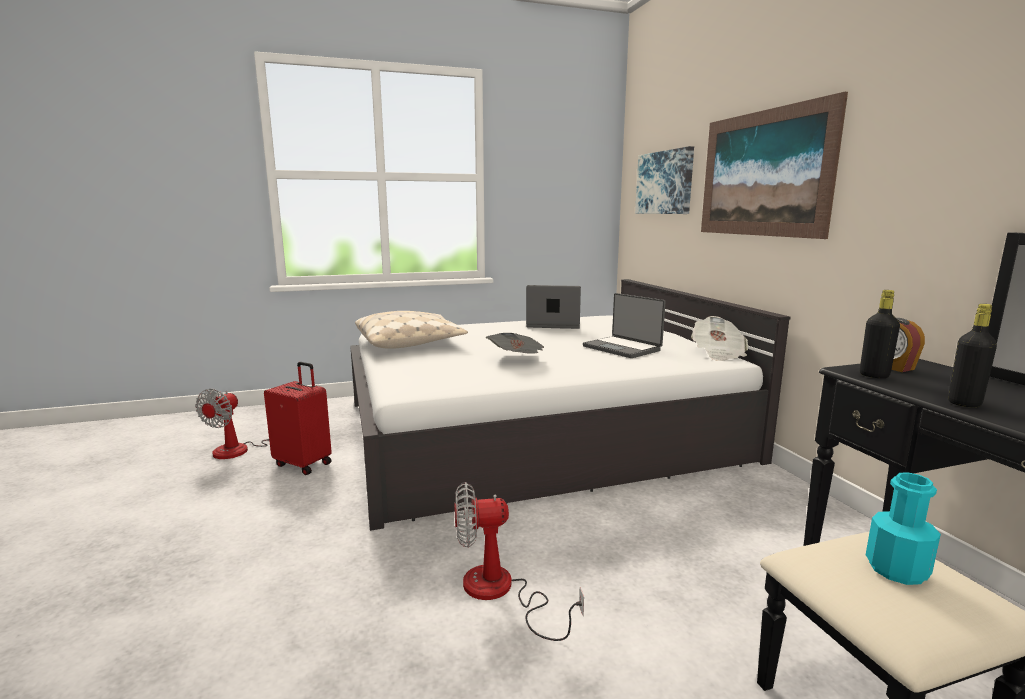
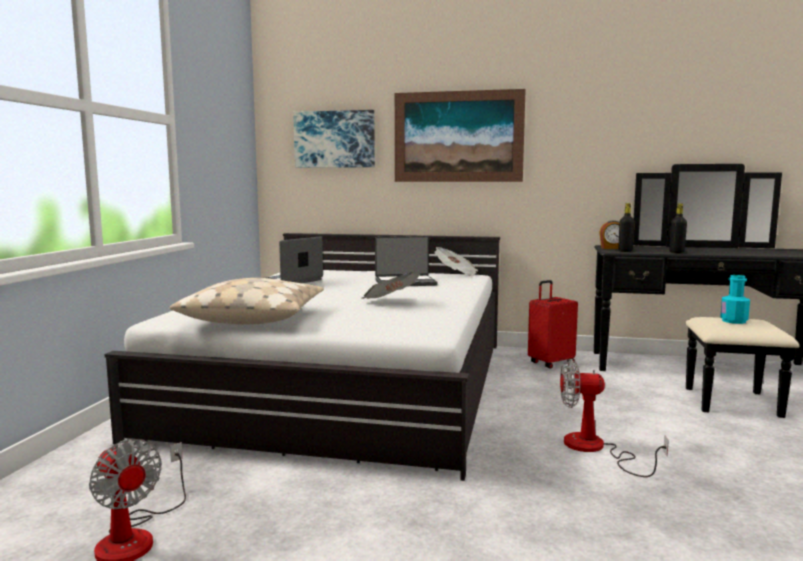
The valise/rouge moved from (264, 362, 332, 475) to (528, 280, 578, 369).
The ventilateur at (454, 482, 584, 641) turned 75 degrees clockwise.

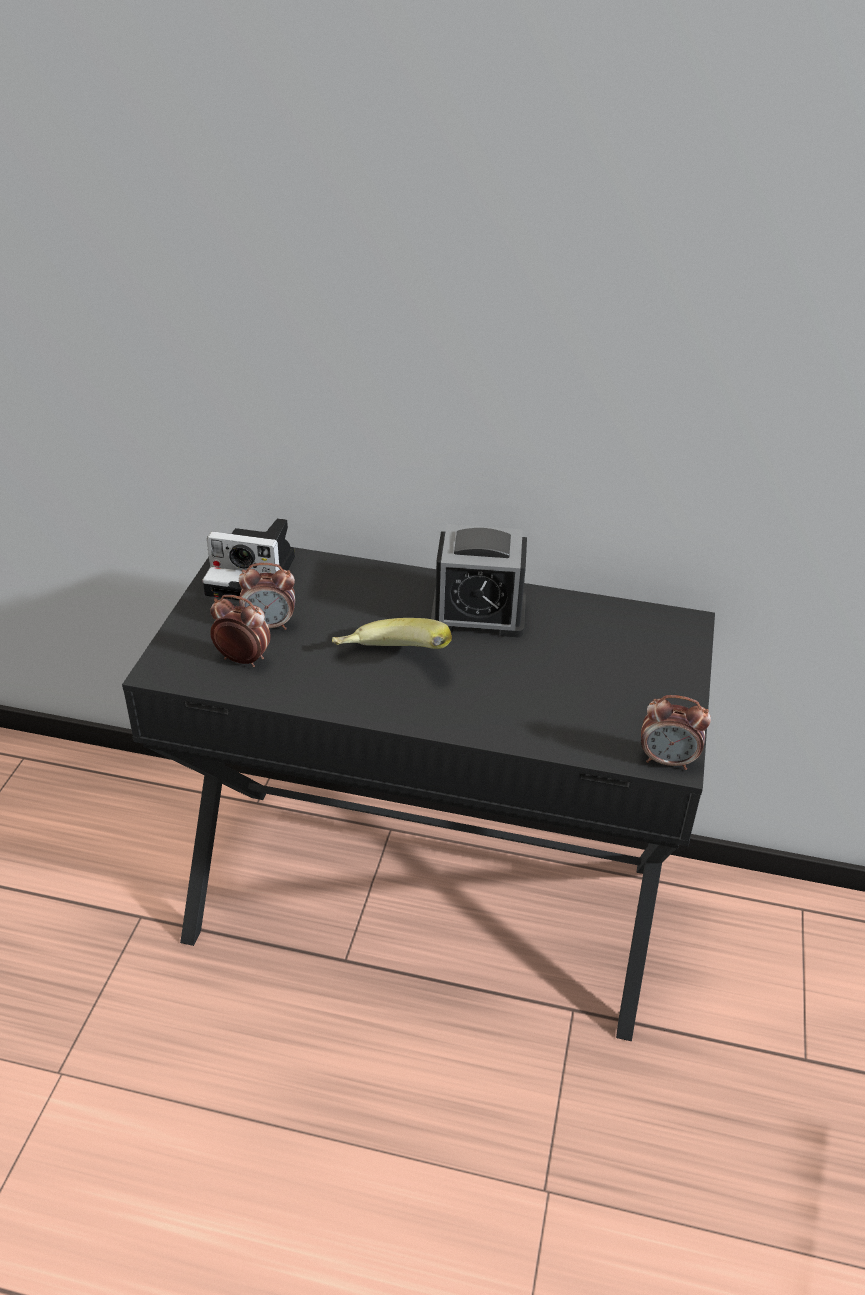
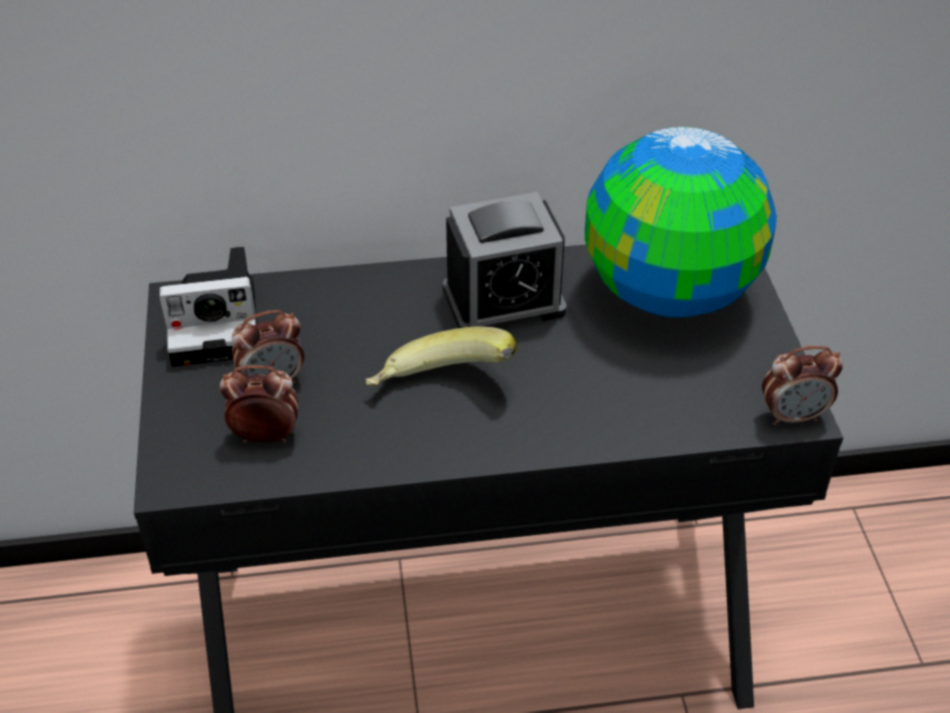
The globe at (585, 127, 777, 318) appeared.

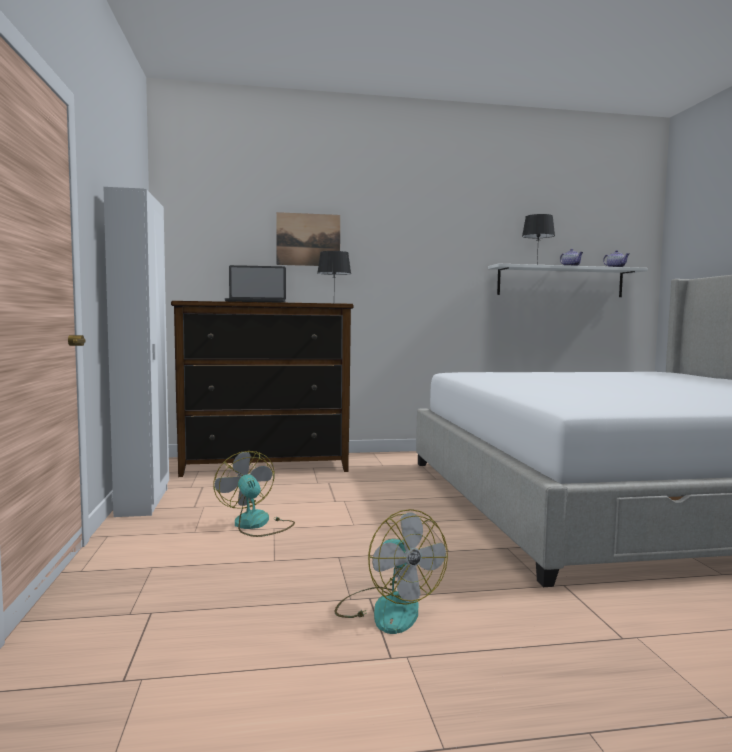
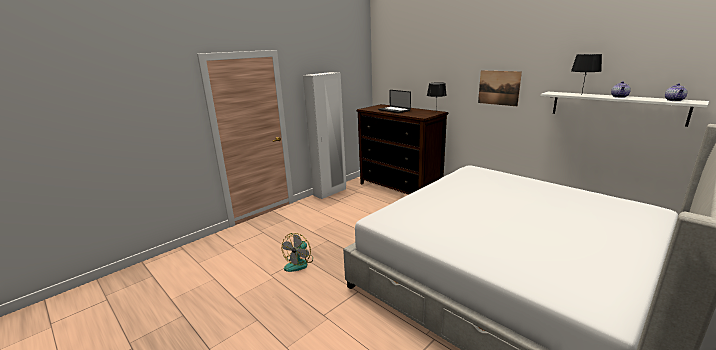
The tableau moved from (276, 212, 340, 266) to (478, 70, 522, 106).
The ventilateur at (214, 451, 295, 537) disappeared.

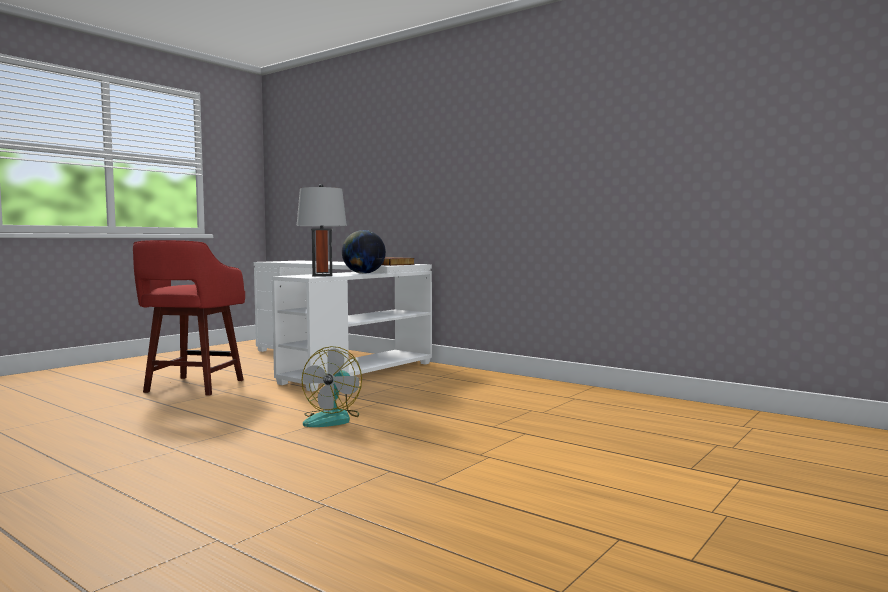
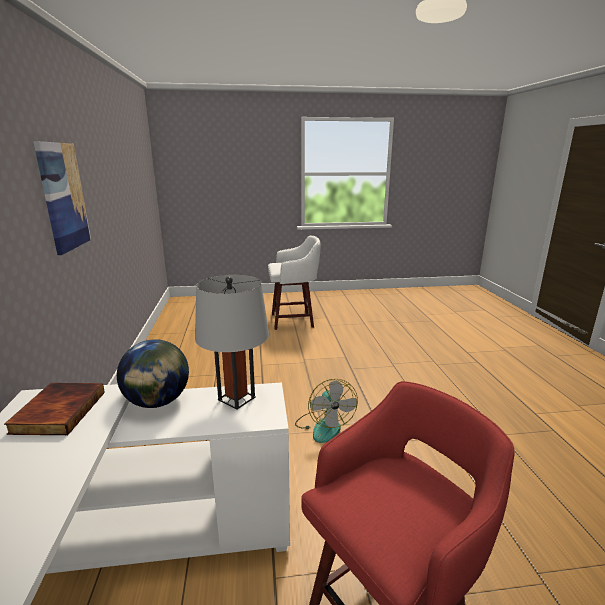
The tableau at (33, 141, 91, 255) appeared.
The tabouret/blanc at (268, 236, 321, 330) appeared.
The ventilateur at (301, 346, 362, 427) turned 105 degrees clockwise.

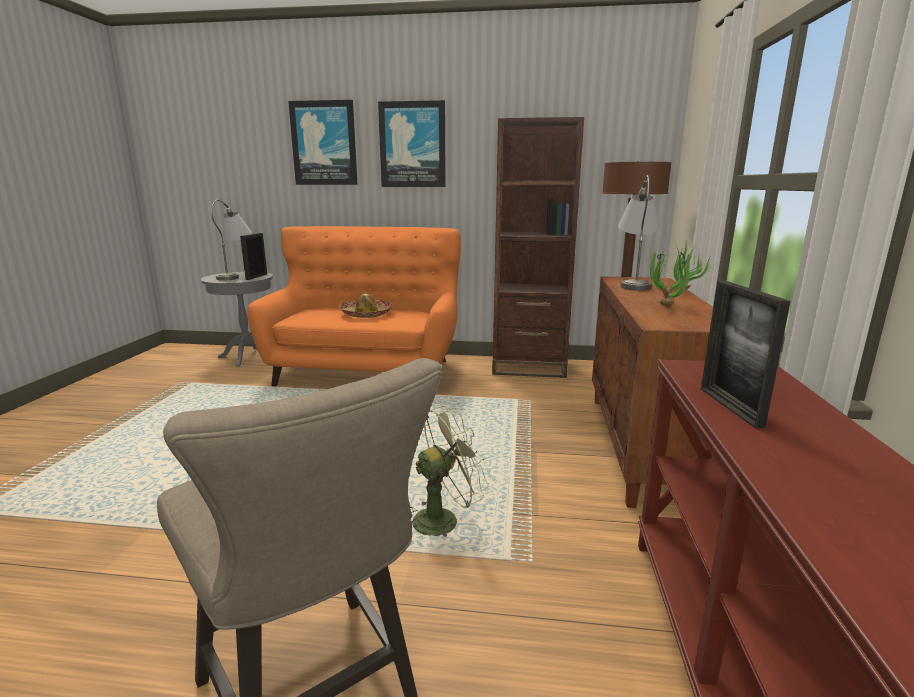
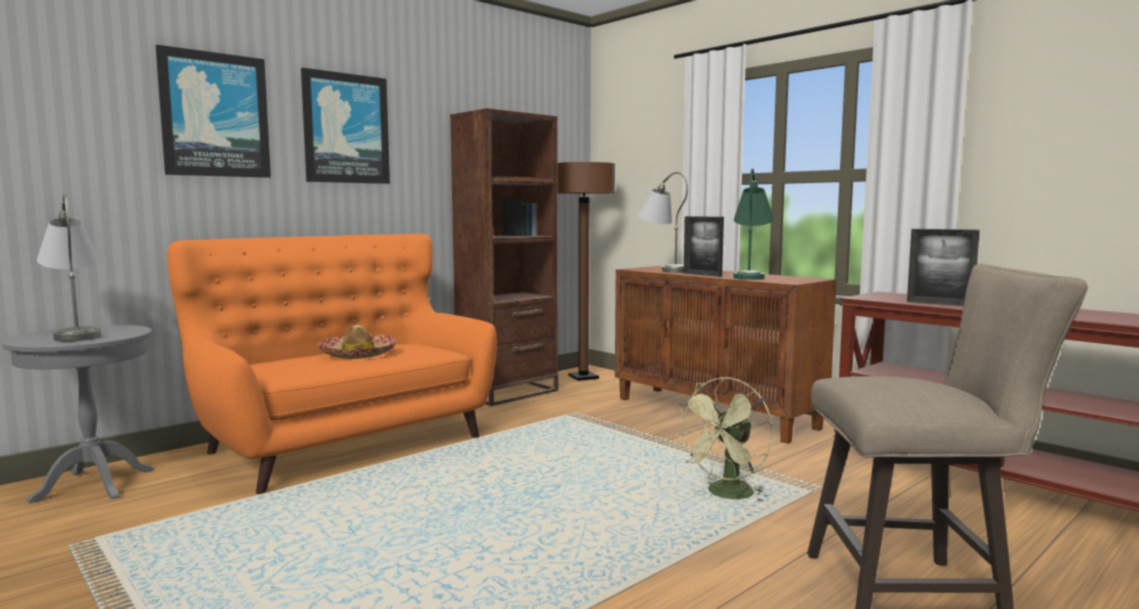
The ventilateur/vert at (411, 406, 489, 537) turned 150 degrees counterclockwise.
The cadre photo moved from (240, 233, 267, 280) to (684, 216, 724, 277).
The plante en pot at (650, 239, 713, 306) was replaced by the lampe de table/vert at (733, 168, 774, 280).

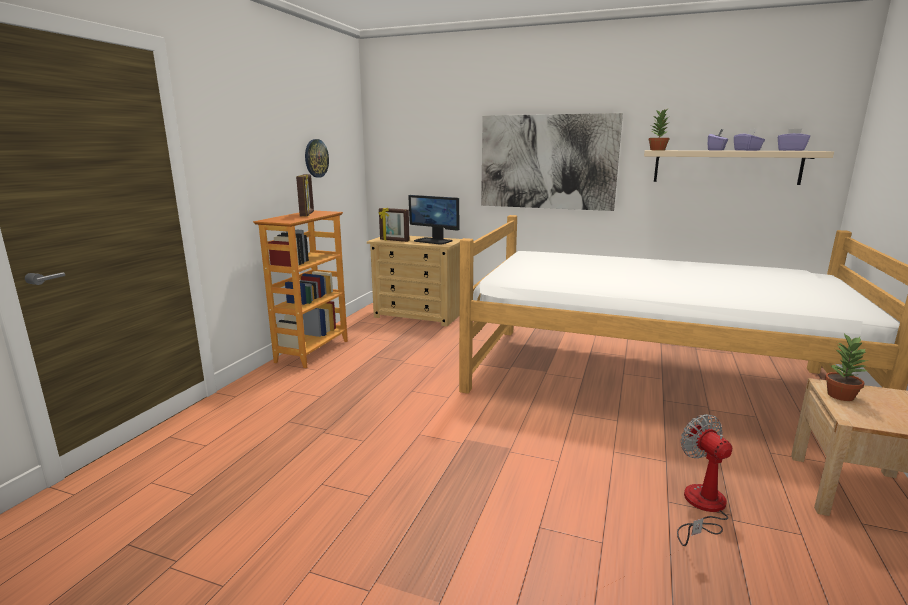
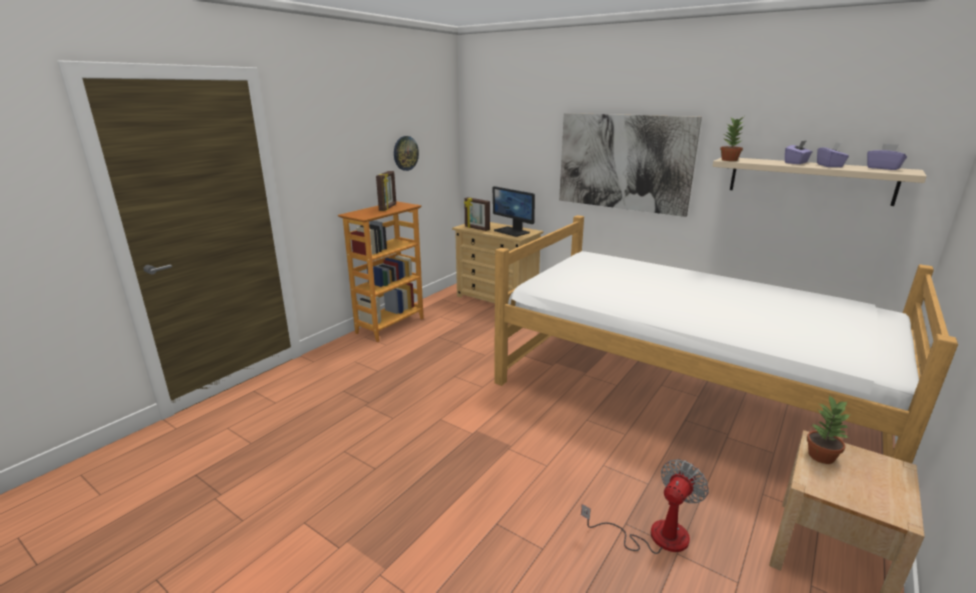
The ventilateur at (677, 414, 732, 546) turned 45 degrees clockwise.

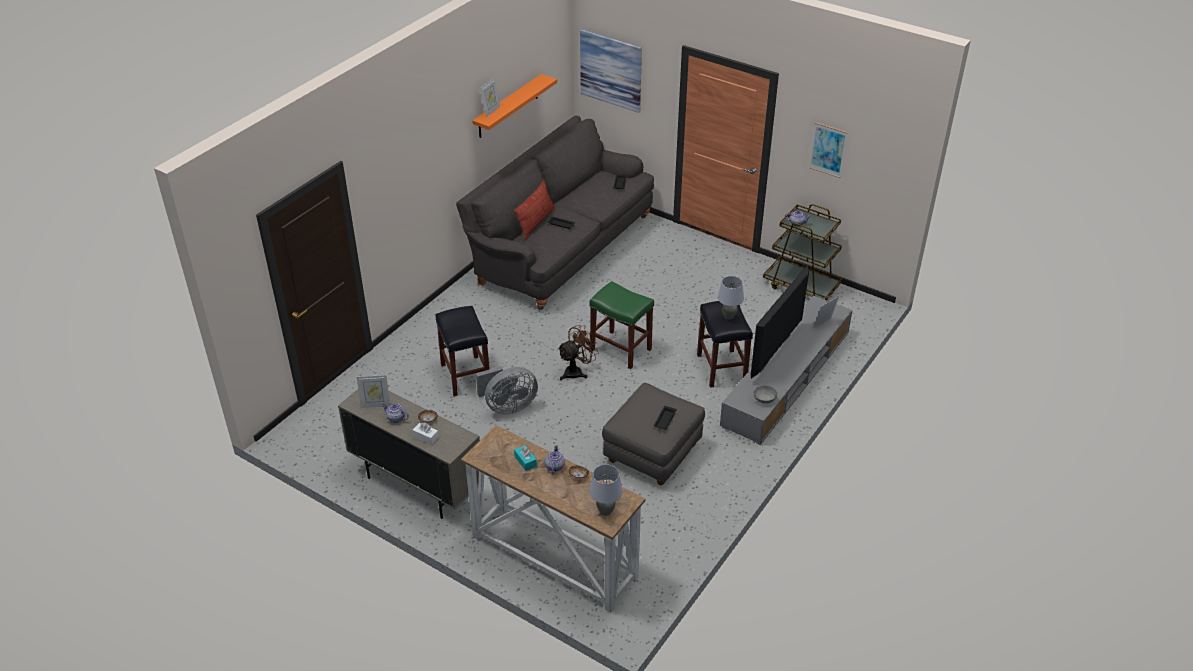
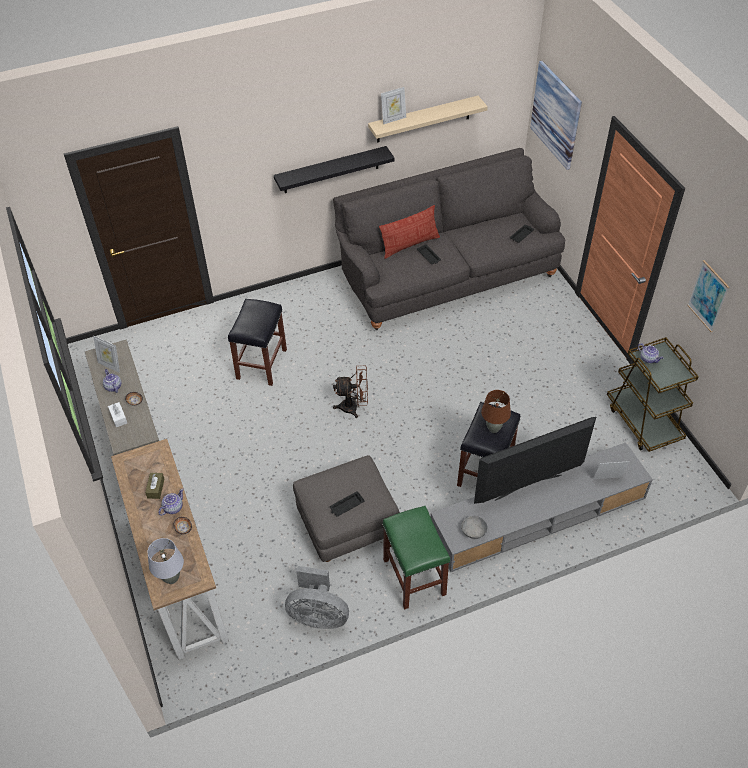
The boîte à mouchoirs/turquoise at (514, 445, 537, 471) became the boîte à mouchoirs/marron at (145, 473, 164, 499).
The étagère/noir at (274, 146, 395, 193) appeared.
The ventilateur/gris moved from (476, 366, 538, 414) to (285, 566, 349, 629).
The étagère/orange at (472, 74, 557, 138) became the étagère/beige at (368, 96, 488, 143).
The tabouret/vert moved from (589, 281, 654, 369) to (382, 506, 450, 610).
The lampe de table/gris at (718, 276, 744, 319) became the lampe de table/marron at (481, 390, 511, 433).

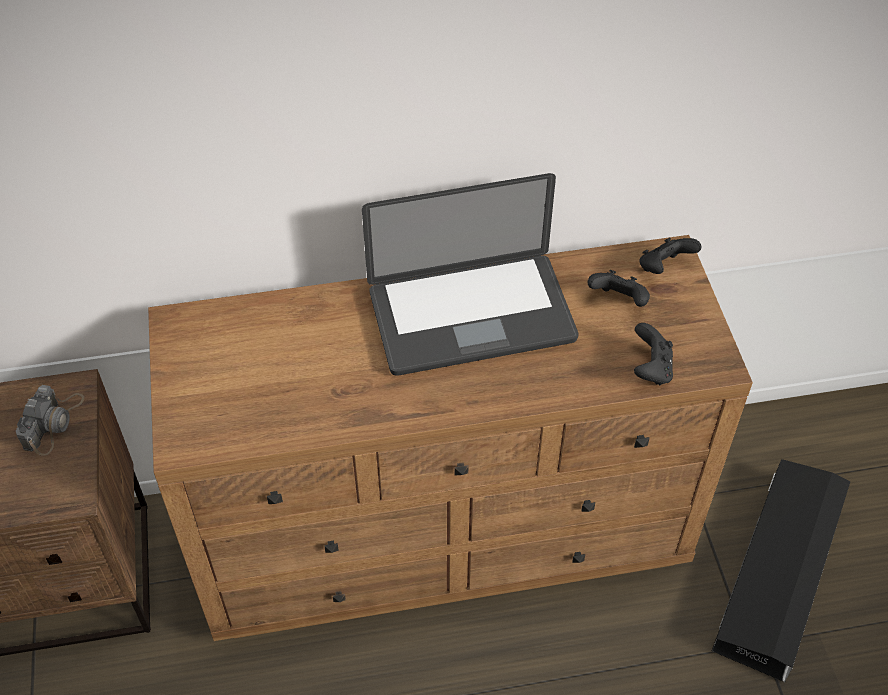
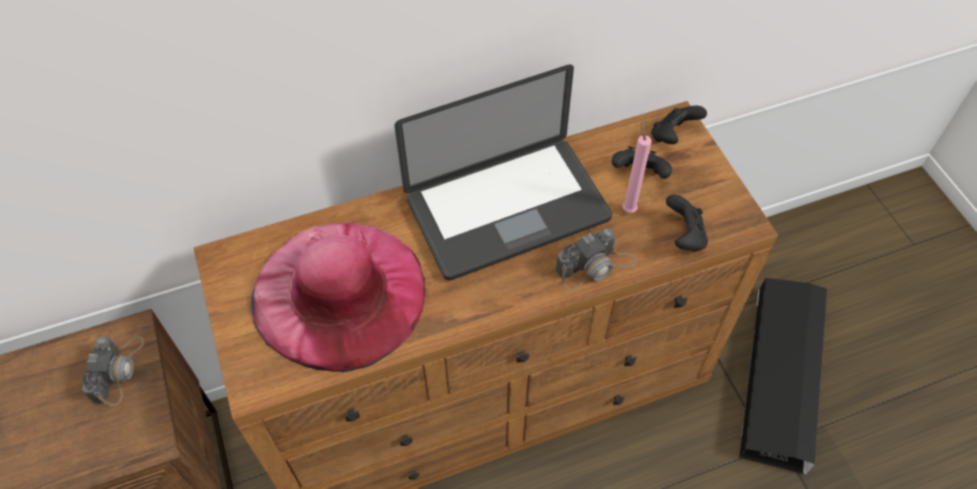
The chapeau/rose at (251, 223, 425, 372) appeared.
The appareil photo at (555, 229, 637, 290) appeared.
The bougie/rose at (623, 121, 651, 213) appeared.

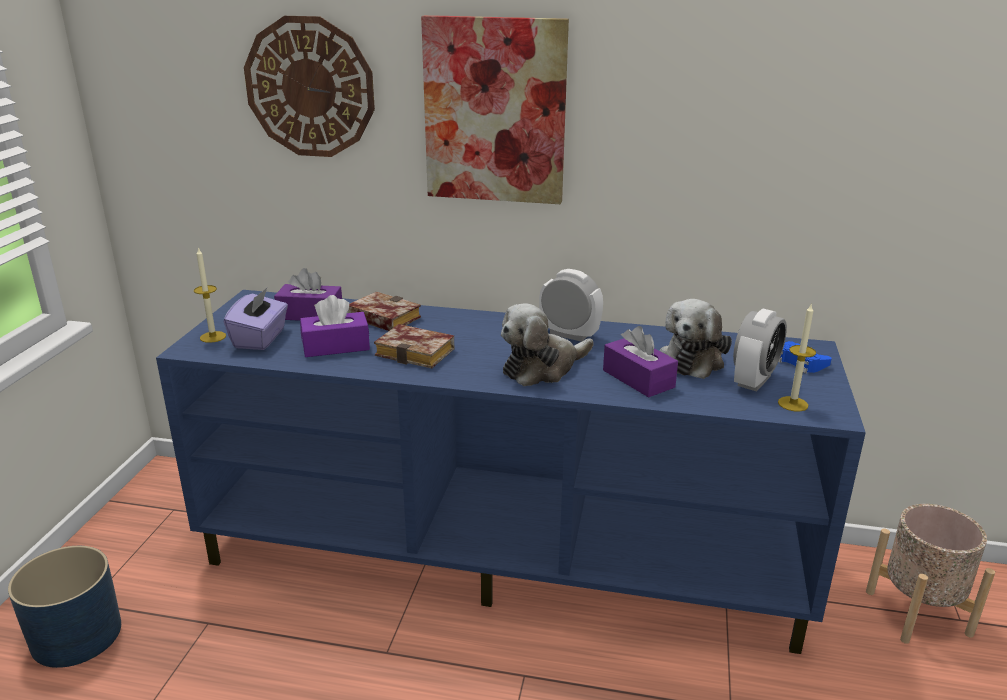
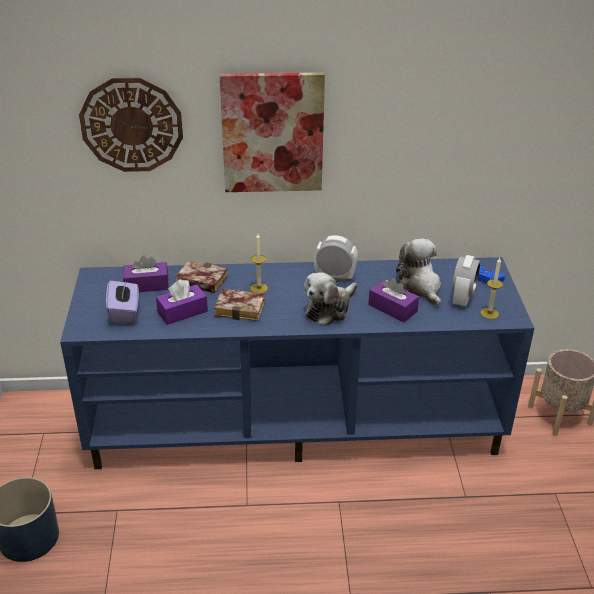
The bougie moved from (194, 247, 226, 343) to (250, 234, 268, 293).
The peluche at (659, 299, 732, 379) turned 150 degrees clockwise.

